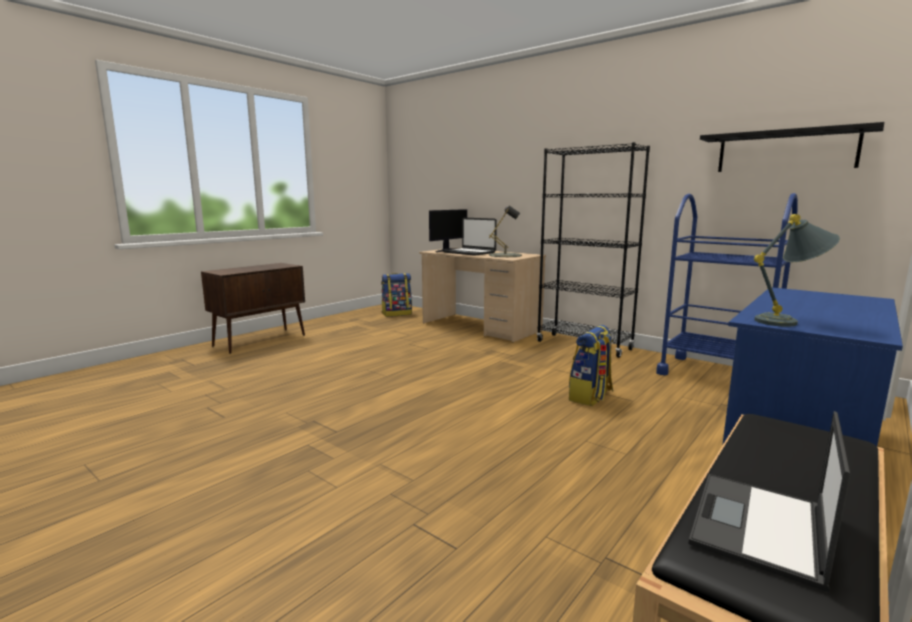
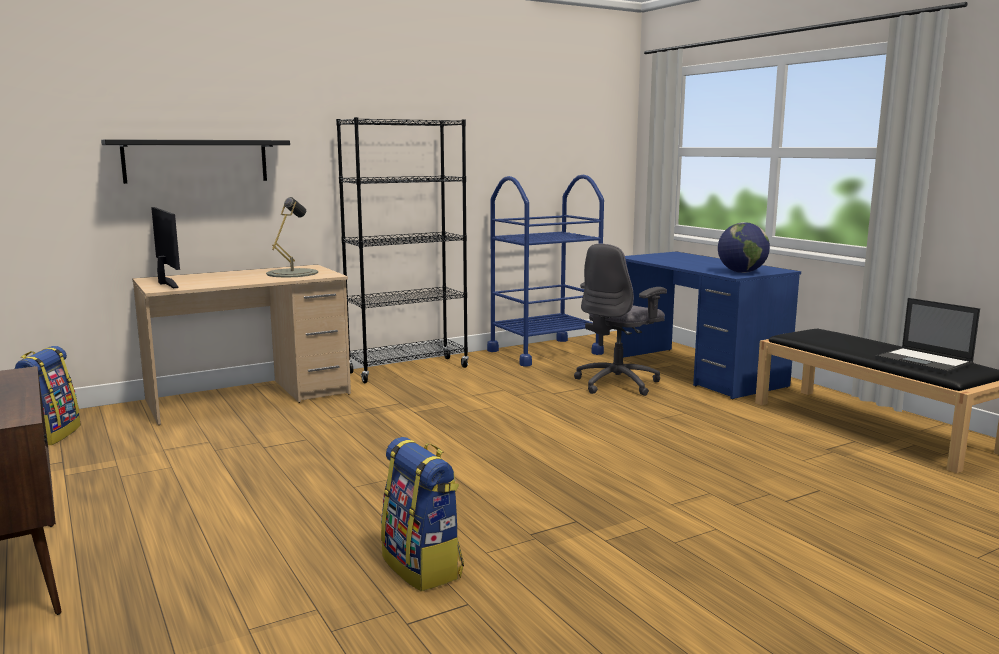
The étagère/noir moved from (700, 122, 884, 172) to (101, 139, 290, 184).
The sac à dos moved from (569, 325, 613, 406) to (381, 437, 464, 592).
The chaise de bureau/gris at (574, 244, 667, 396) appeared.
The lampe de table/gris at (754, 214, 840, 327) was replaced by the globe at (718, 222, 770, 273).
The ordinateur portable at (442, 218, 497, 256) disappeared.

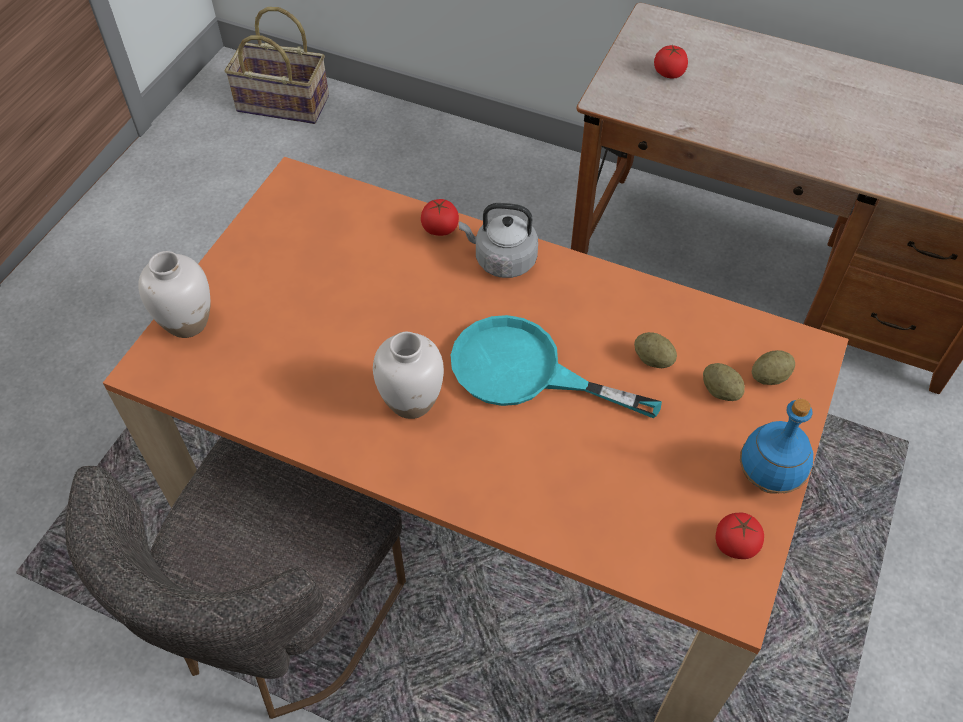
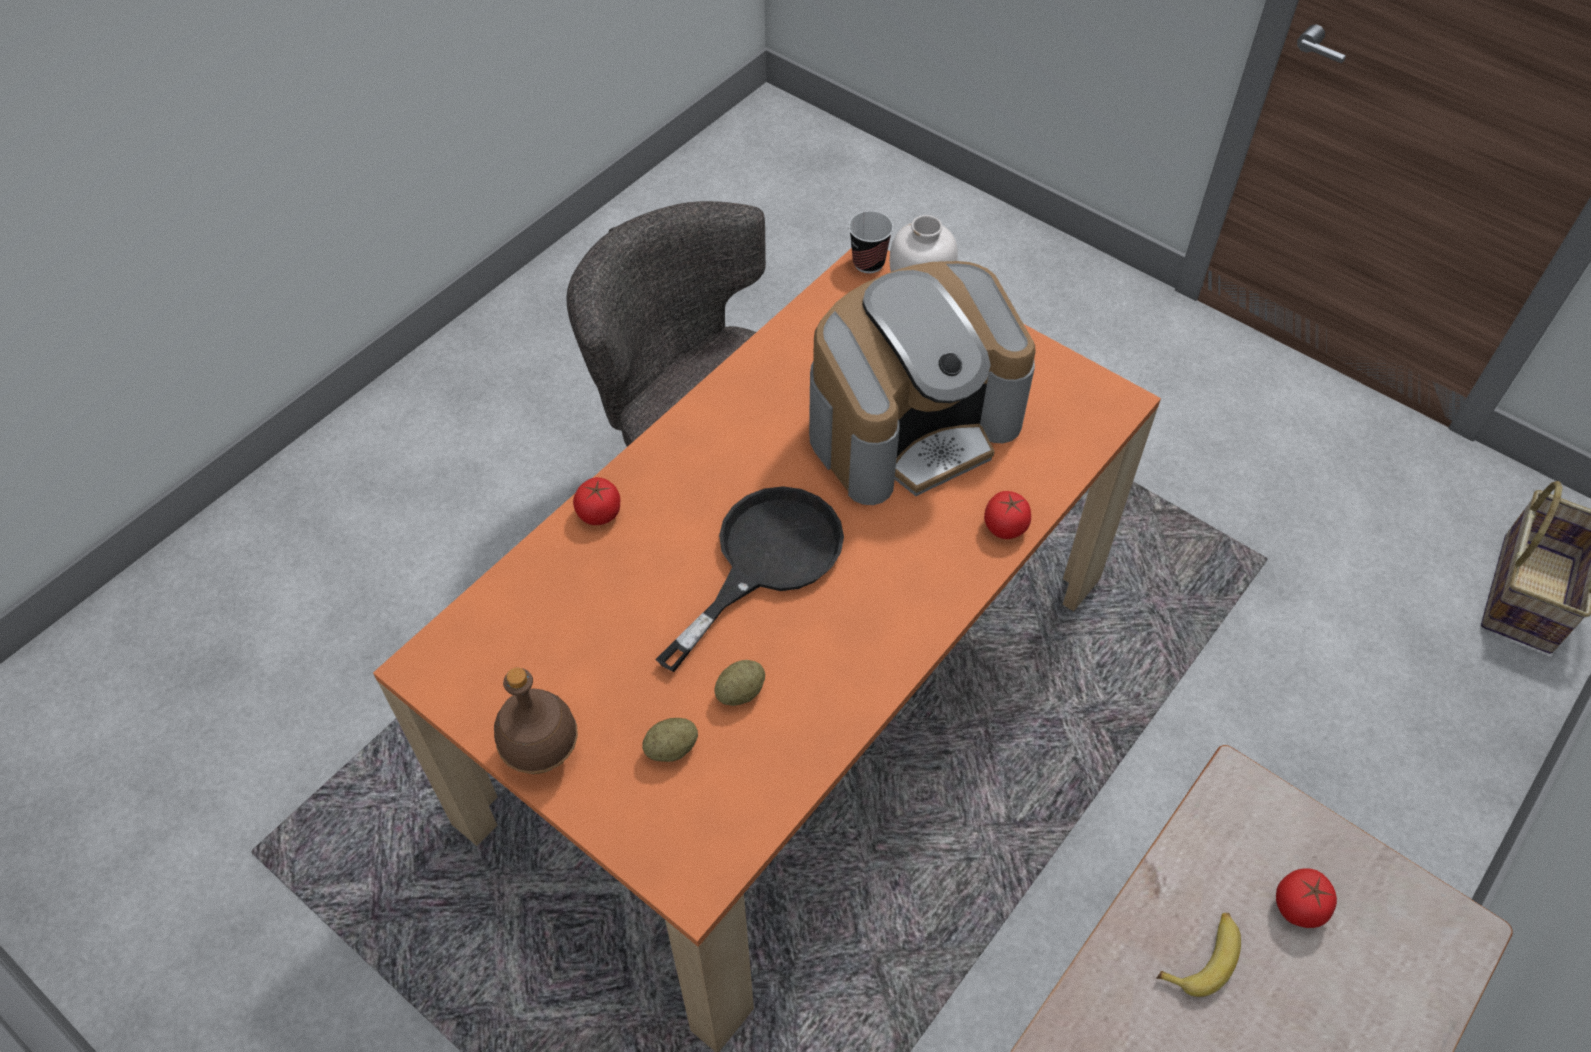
The bouteille/bleu at (740, 399, 813, 494) became the bouteille/marron at (494, 667, 578, 774).
The tomate moved from (716, 513, 764, 559) to (573, 477, 620, 525).
The poêle/turquoise at (451, 315, 662, 418) became the poêle/noir at (655, 486, 844, 672).
The machine à café at (809, 261, 1036, 505) appeared.
The tasse at (849, 211, 893, 273) appeared.
The banane at (1156, 913, 1241, 997) appeared.
The vase/blanc at (373, 332, 444, 419) disappeared.
The bouilloire/gris at (459, 203, 538, 278) disappeared.
The pomme de terre at (752, 350, 795, 385) disappeared.

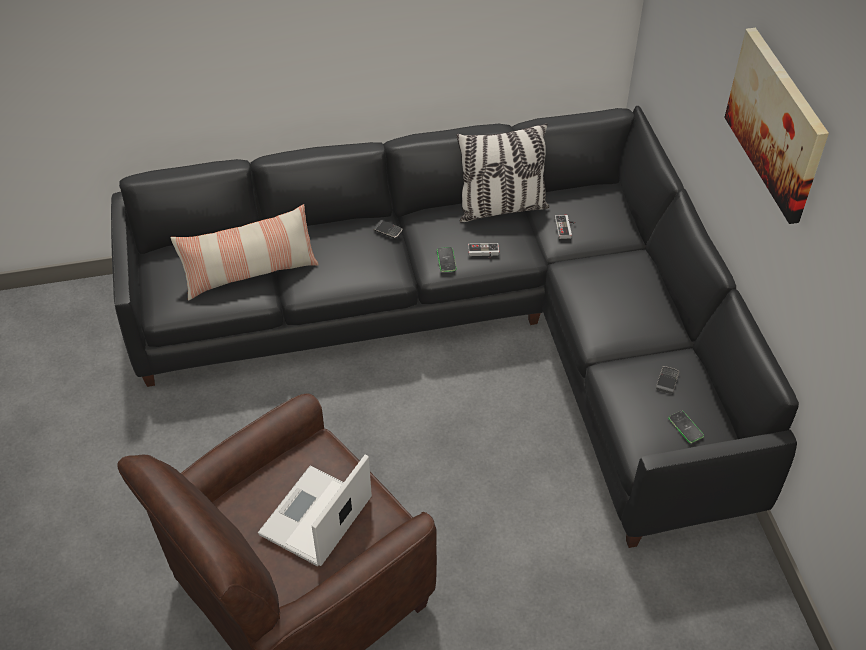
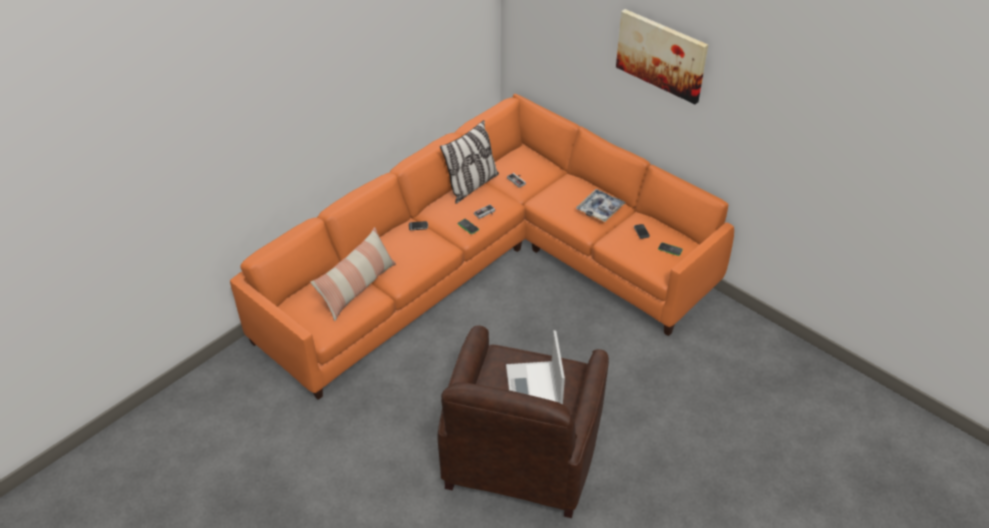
The canapé/noir at (111, 106, 799, 548) became the canapé/orange at (230, 94, 734, 400).
The plateau at (576, 189, 626, 222) appeared.

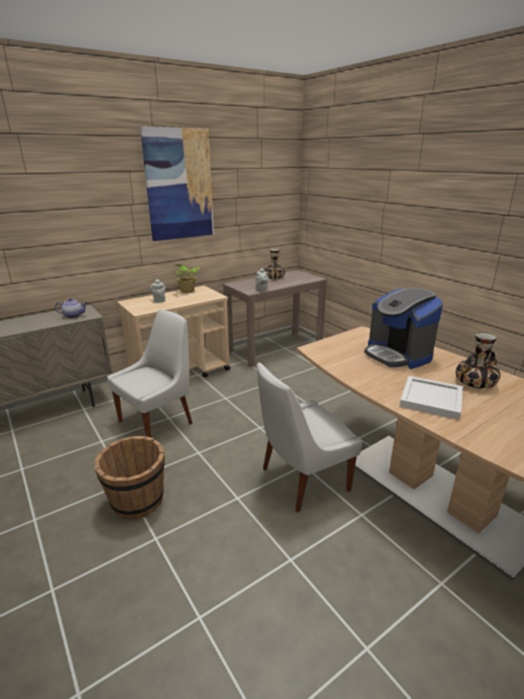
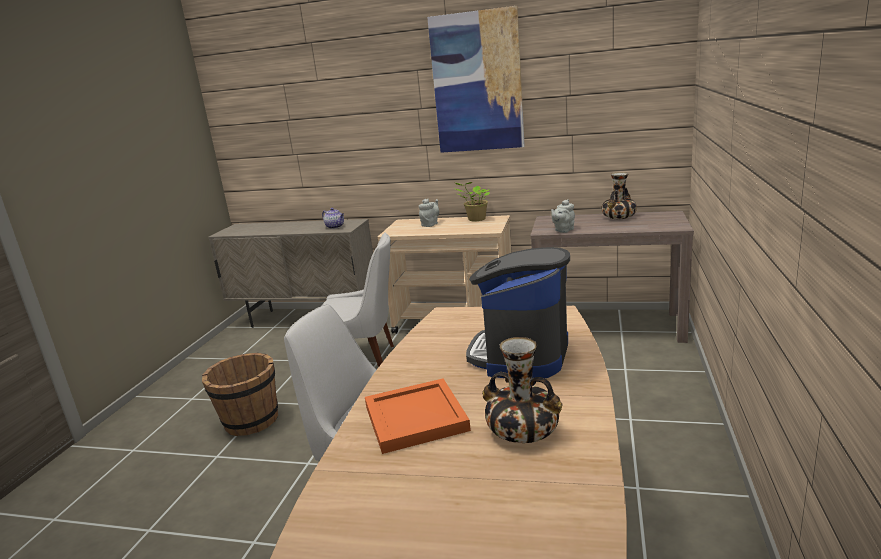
The plateau/blanc at (400, 376, 463, 420) became the plateau/orange at (365, 379, 471, 454).

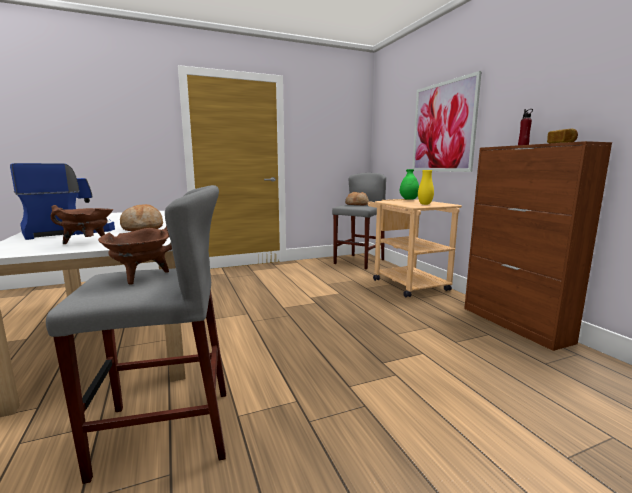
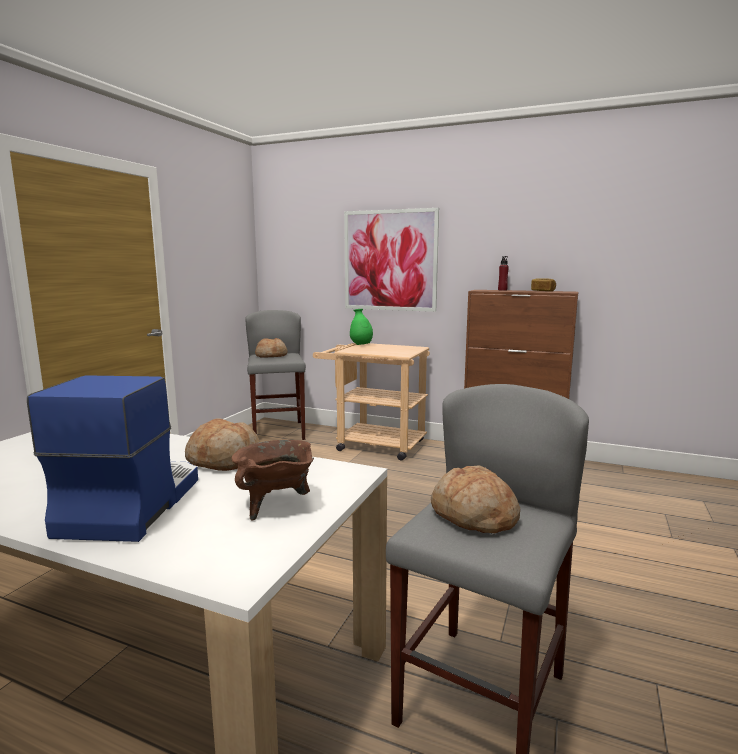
The marmite/marron at (98, 226, 172, 284) was replaced by the pain at (431, 465, 520, 533).
The vase/jaune at (418, 170, 434, 205) disappeared.

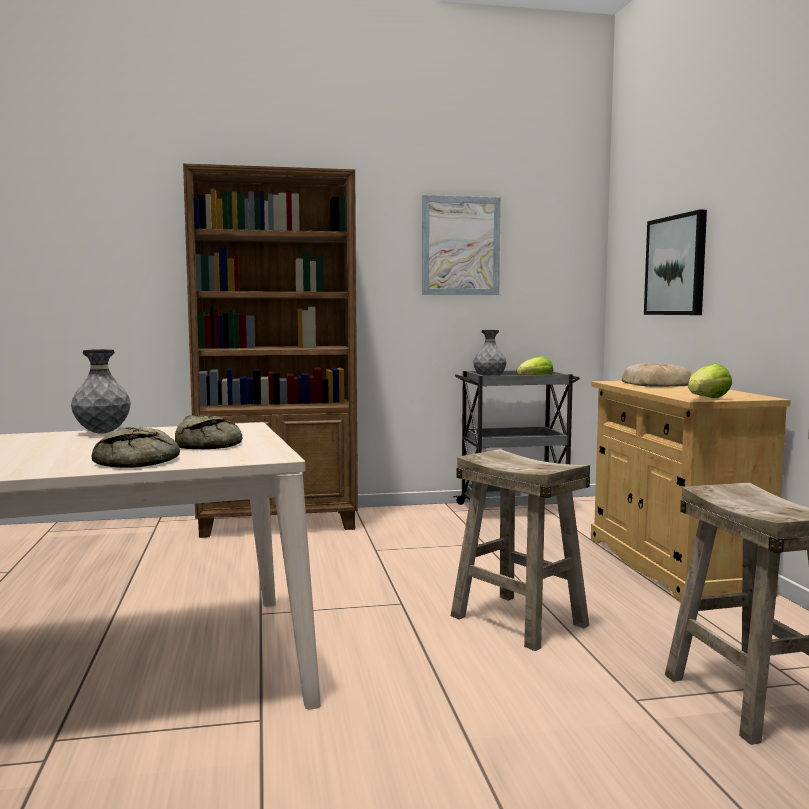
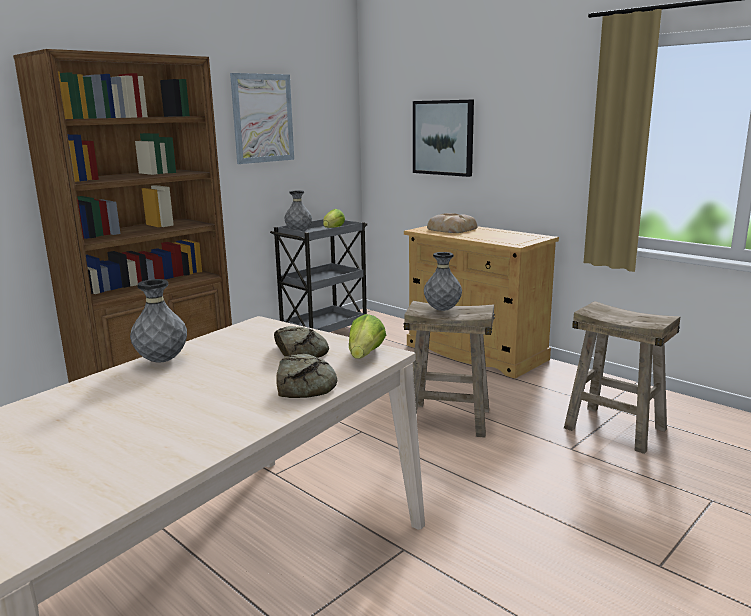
The laitue moved from (688, 363, 732, 398) to (349, 314, 386, 359).
The vase/gris at (424, 252, 462, 311) appeared.

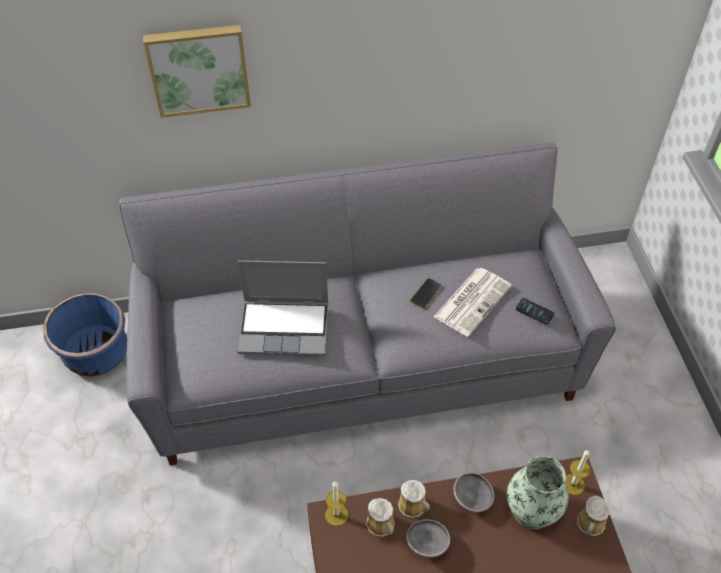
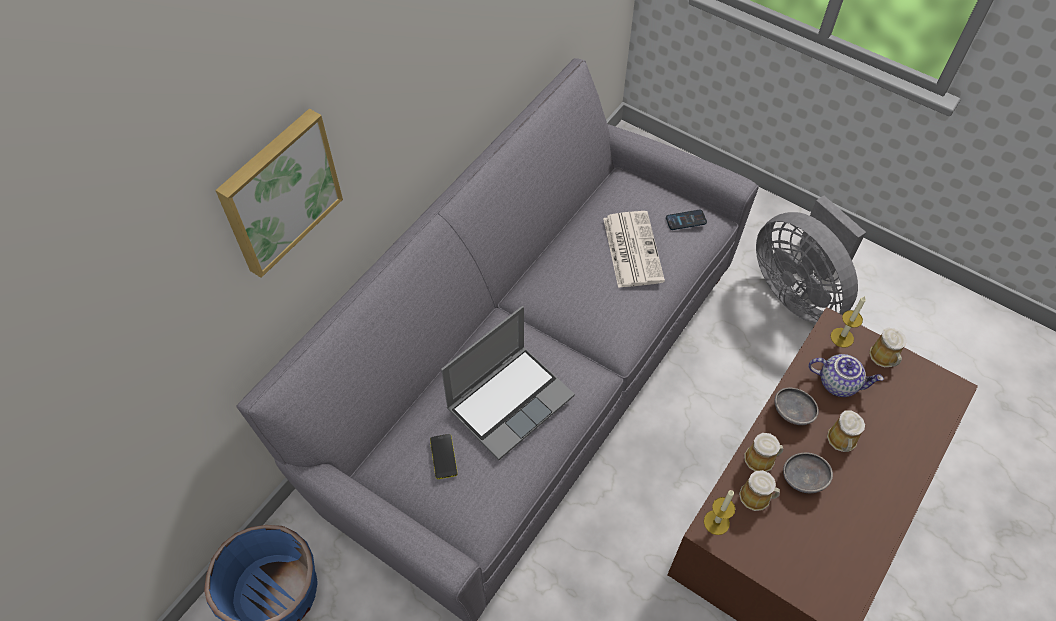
The téléphone moved from (410, 278, 442, 309) to (430, 434, 458, 479).
The ventilateur/gris at (756, 196, 866, 323) appeared.
The vase at (507, 456, 568, 529) was replaced by the théière at (808, 354, 884, 397).
The mug at (827, 410, 865, 452) appeared.

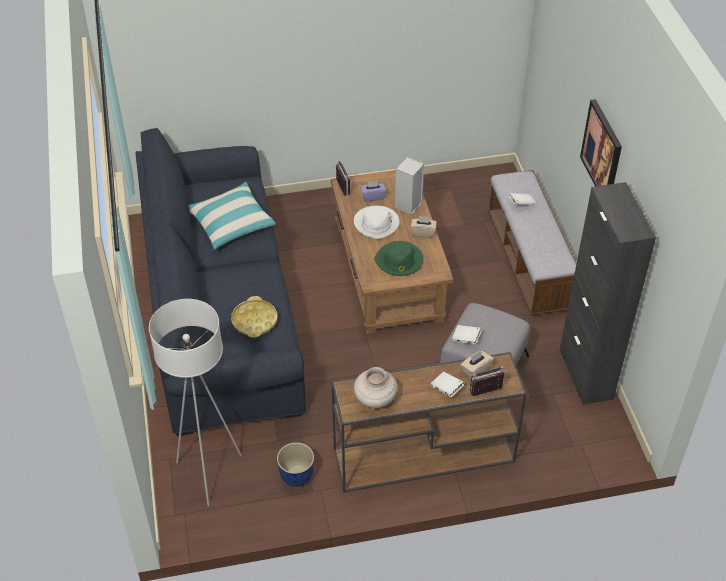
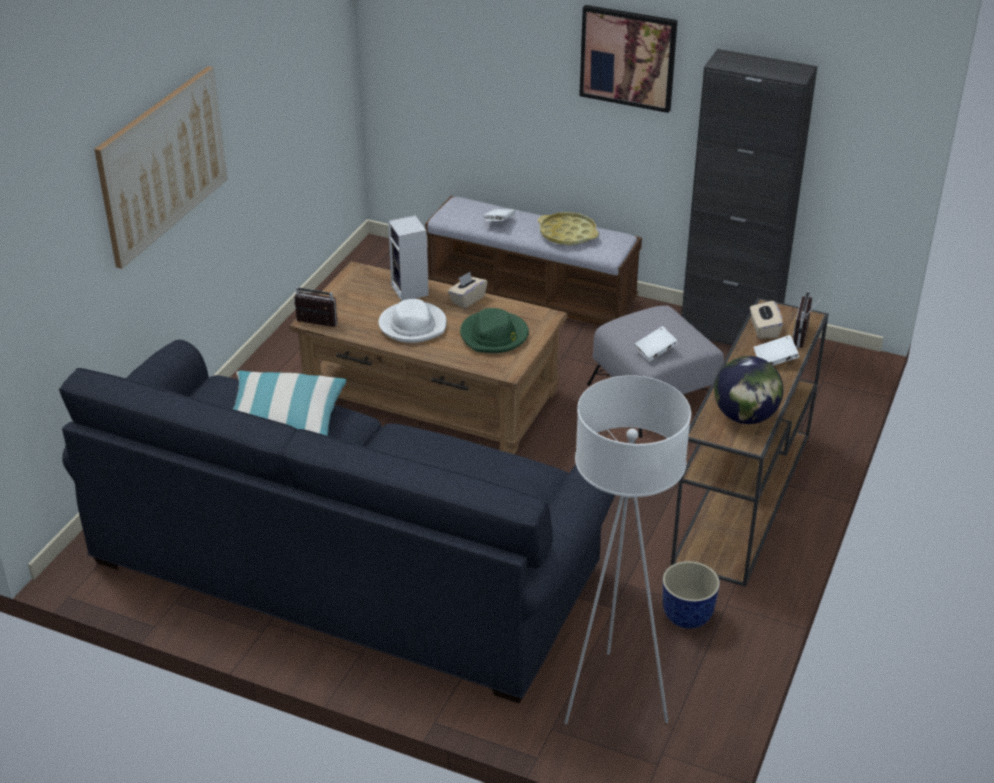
The tableau at (94, 66, 227, 269) appeared.
The plateau/jaune moved from (231, 296, 277, 338) to (538, 212, 599, 246).
The vase/beige at (354, 367, 398, 408) was replaced by the globe at (714, 356, 783, 424).
The boîte à mouchoirs/violet at (360, 181, 387, 202) disappeared.

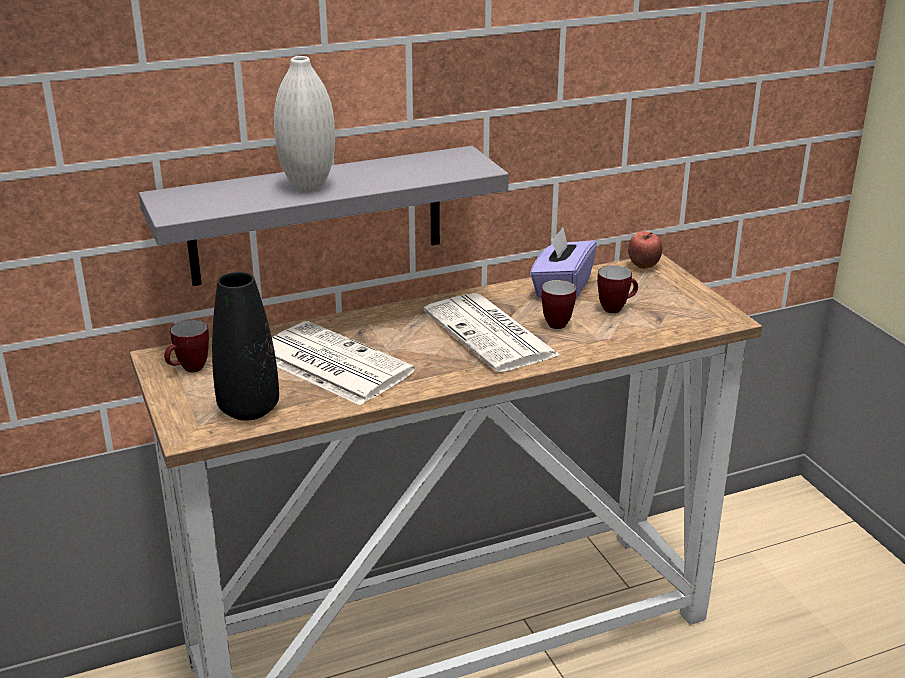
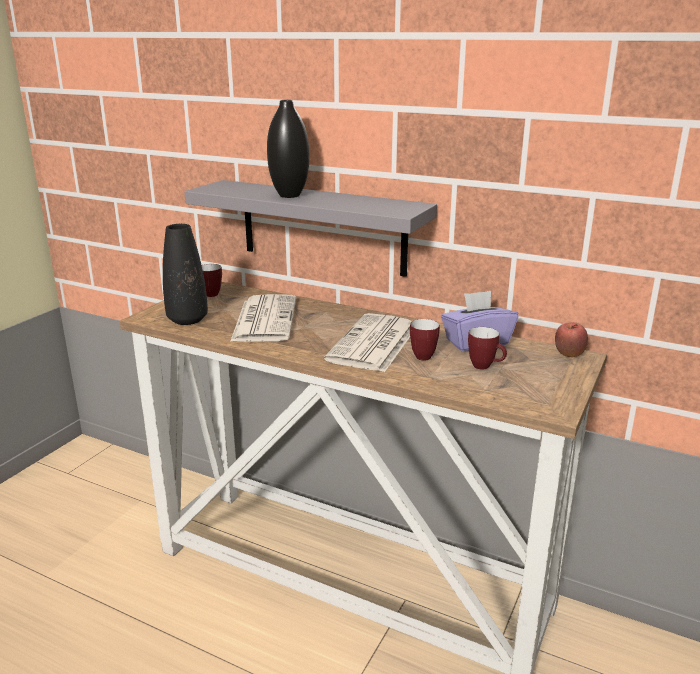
The vase/blanc at (274, 56, 335, 192) became the vase/noir at (267, 100, 309, 198).

